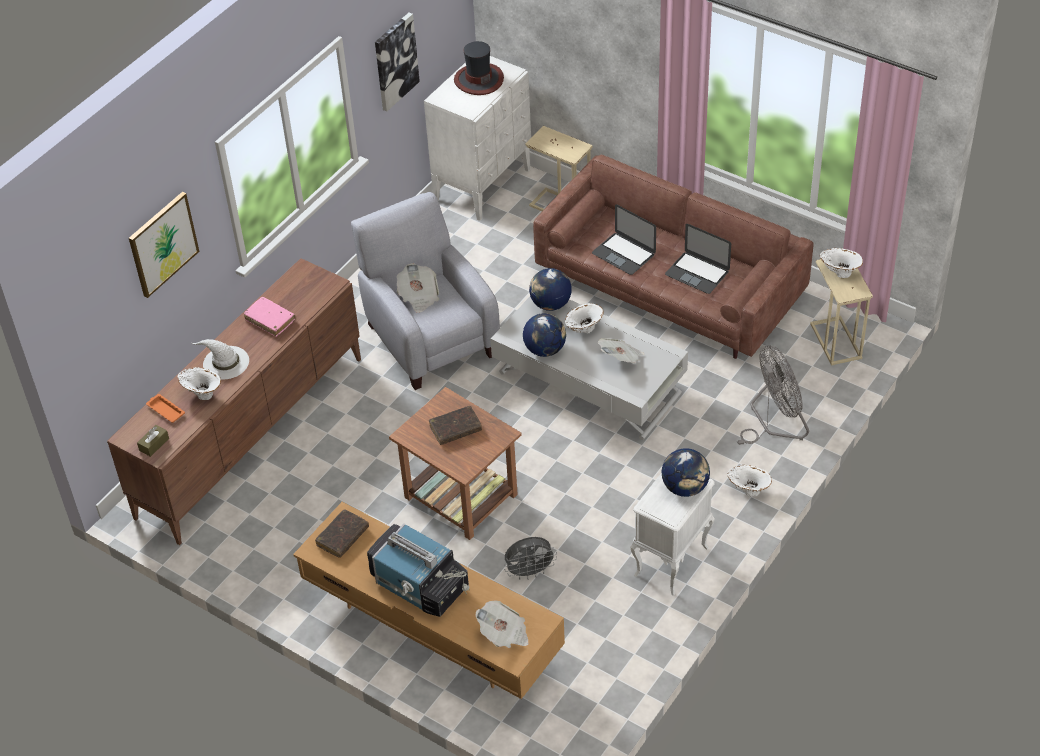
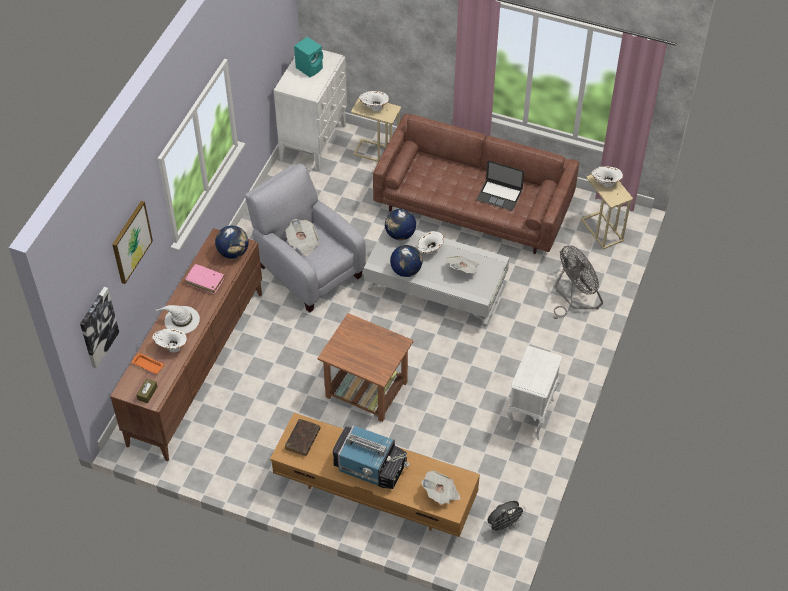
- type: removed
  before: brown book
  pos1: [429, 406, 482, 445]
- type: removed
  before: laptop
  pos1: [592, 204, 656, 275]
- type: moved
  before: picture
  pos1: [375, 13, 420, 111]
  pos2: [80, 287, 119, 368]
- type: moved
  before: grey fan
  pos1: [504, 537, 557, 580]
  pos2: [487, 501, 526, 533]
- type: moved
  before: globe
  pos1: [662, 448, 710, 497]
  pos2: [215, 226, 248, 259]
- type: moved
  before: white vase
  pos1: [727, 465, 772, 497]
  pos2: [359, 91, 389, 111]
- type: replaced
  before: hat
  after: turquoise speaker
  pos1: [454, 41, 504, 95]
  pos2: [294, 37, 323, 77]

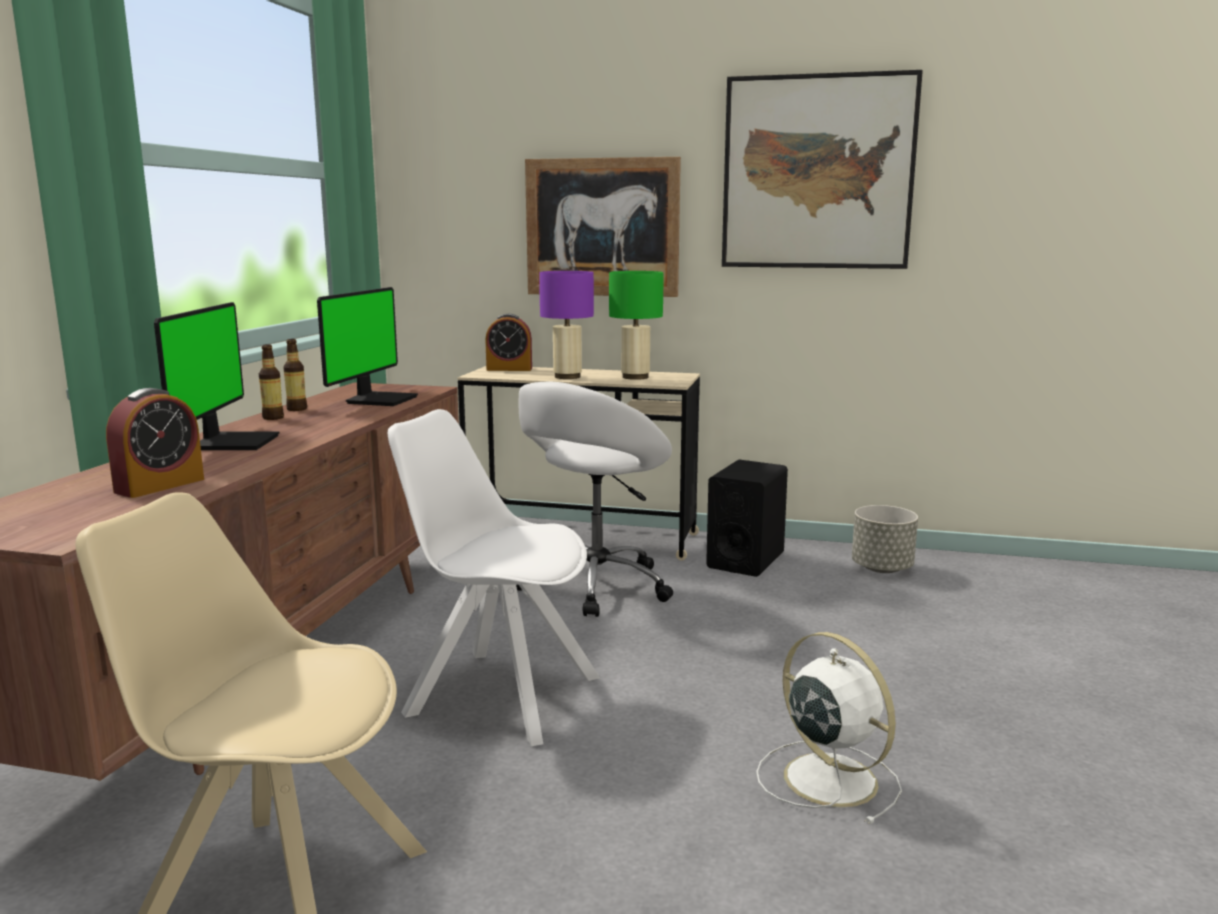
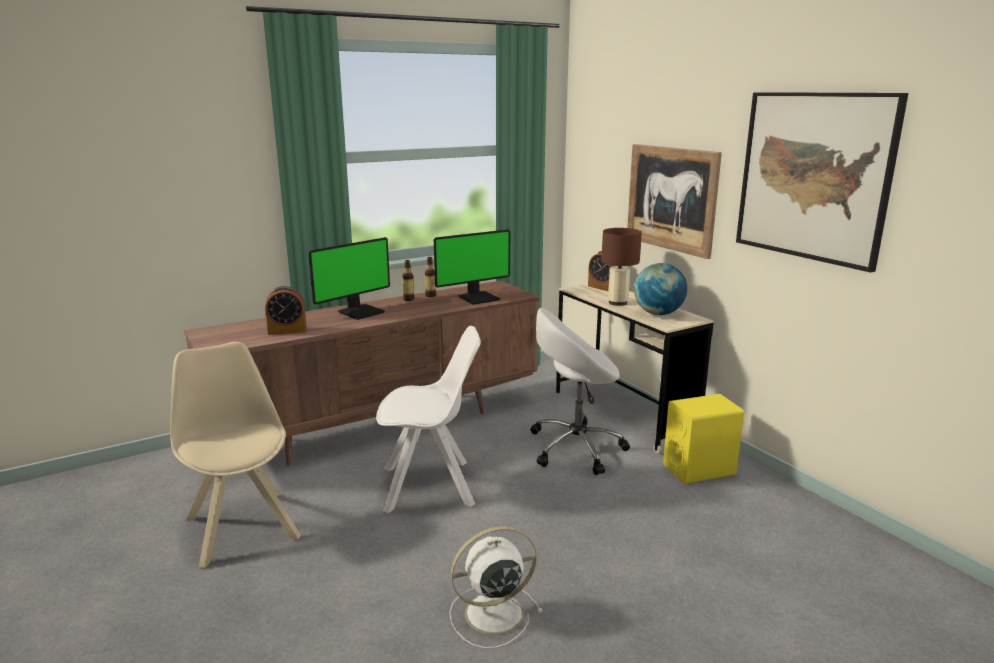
- type: removed
  before: grey planter
  pos1: [852, 505, 918, 573]
- type: replaced
  before: green table lamp
  after: globe
  pos1: [609, 271, 663, 380]
  pos2: [634, 263, 687, 315]
- type: recoloured
  before: purple table lamp
  after: brown table lamp
  pos1: [539, 271, 594, 379]
  pos2: [602, 228, 642, 306]
- type: recoloured
  before: black speaker
  after: yellow speaker
  pos1: [706, 460, 788, 577]
  pos2: [663, 394, 744, 484]
- type: turned
  before: white chair
  pos1: [388, 409, 600, 746]
  pos2: [376, 326, 481, 513]
  turn: 105
- type: turned
  before: white fan
  pos1: [756, 632, 902, 824]
  pos2: [449, 526, 543, 649]
  turn: -120

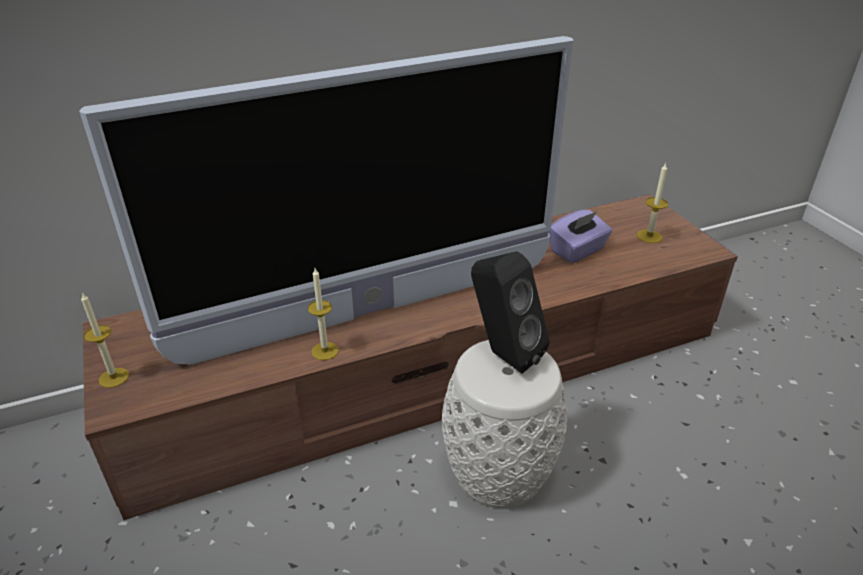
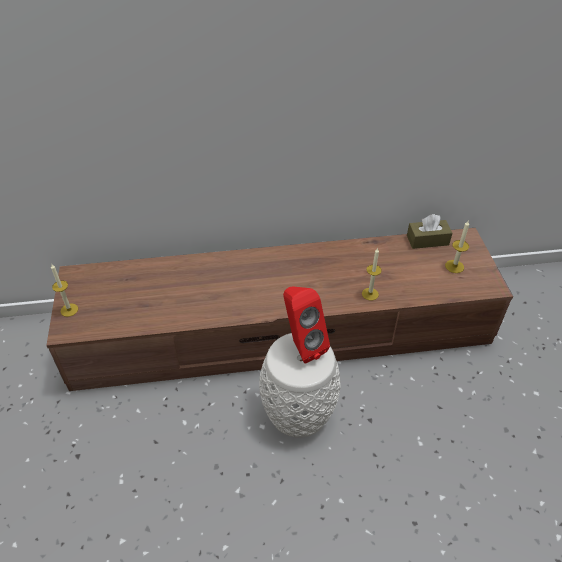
- type: removed
  before: television
  pos1: [79, 36, 573, 365]
- type: removed
  before: purple tissue box
  pos1: [549, 209, 612, 263]
- type: added
  after: brown tissue box
  pos2: [407, 214, 452, 249]
- type: moved
  before: candle
  pos1: [308, 268, 339, 360]
  pos2: [362, 248, 382, 300]
- type: recoloured
  before: black speaker
  after: red speaker
  pos1: [471, 251, 549, 374]
  pos2: [283, 286, 330, 364]

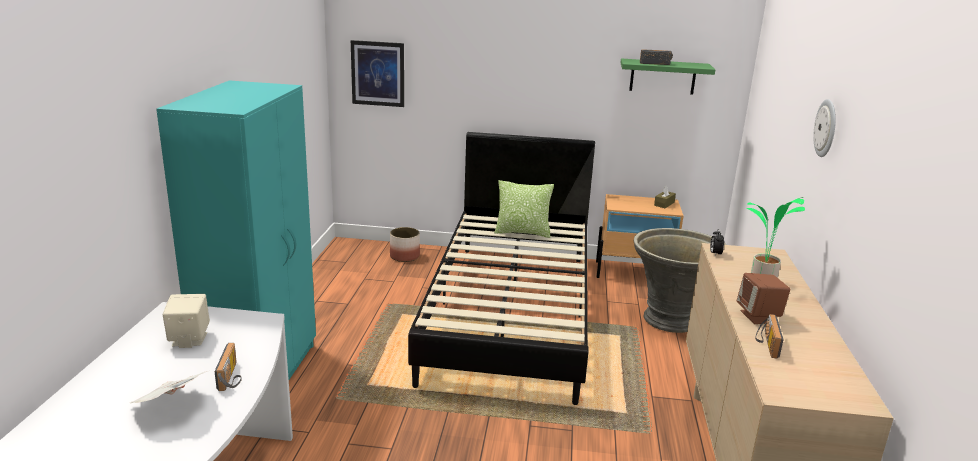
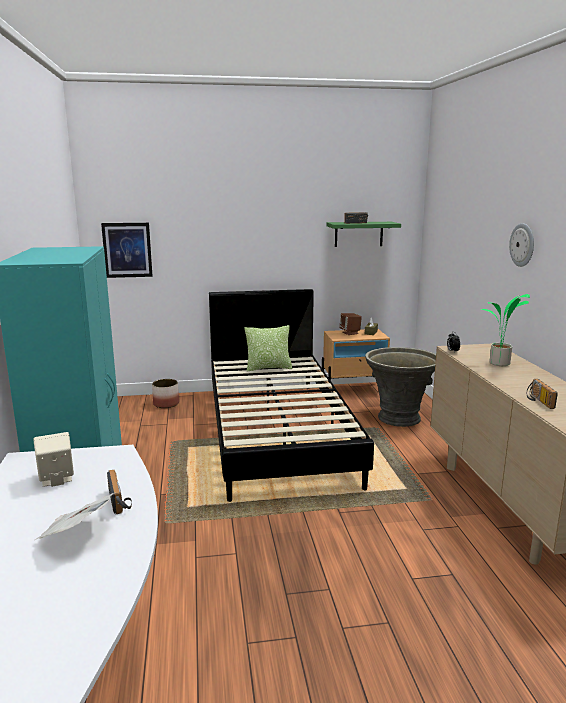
- type: moved
  before: brown speaker
  pos1: [736, 273, 790, 324]
  pos2: [339, 313, 362, 335]

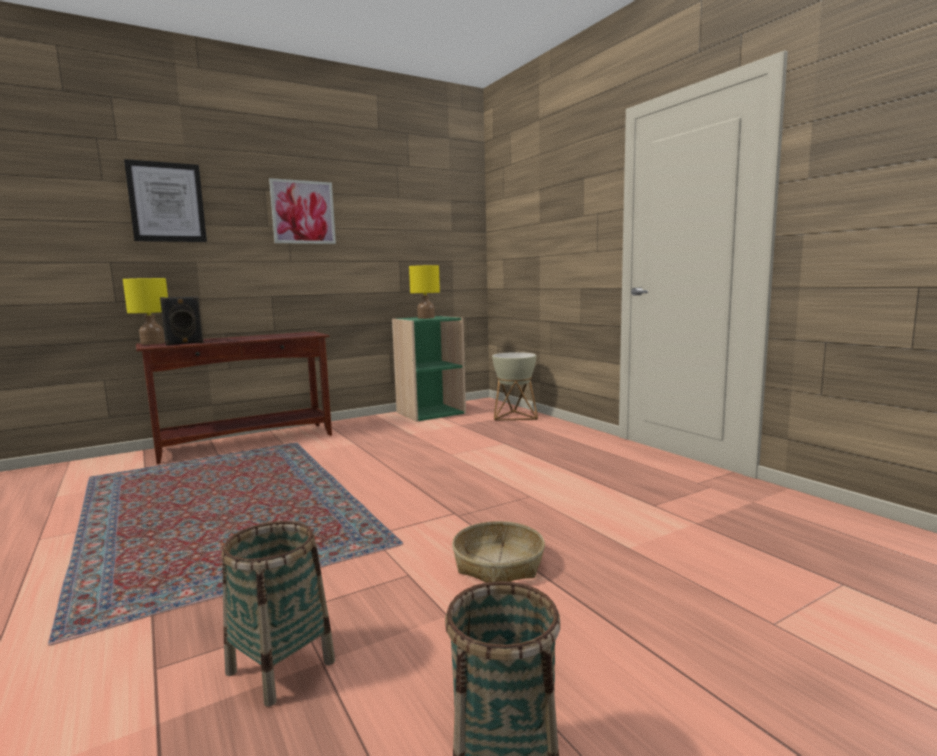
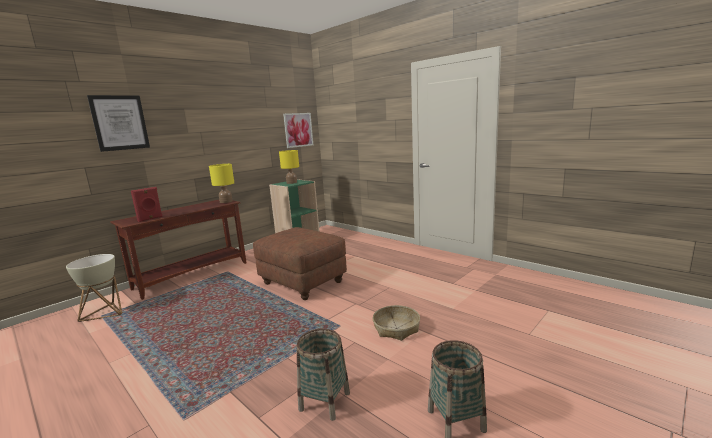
- type: added
  after: brown ottoman
  pos2: [253, 227, 347, 300]
- type: moved
  before: yellow table lamp
  pos1: [123, 278, 168, 345]
  pos2: [209, 164, 234, 203]
- type: moved
  before: picture
  pos1: [269, 178, 336, 244]
  pos2: [283, 113, 313, 148]
- type: moved
  before: planter
  pos1: [492, 352, 538, 420]
  pos2: [66, 254, 122, 322]
- type: recoloured
  before: black speaker
  after: red speaker
  pos1: [160, 296, 204, 346]
  pos2: [131, 187, 163, 222]

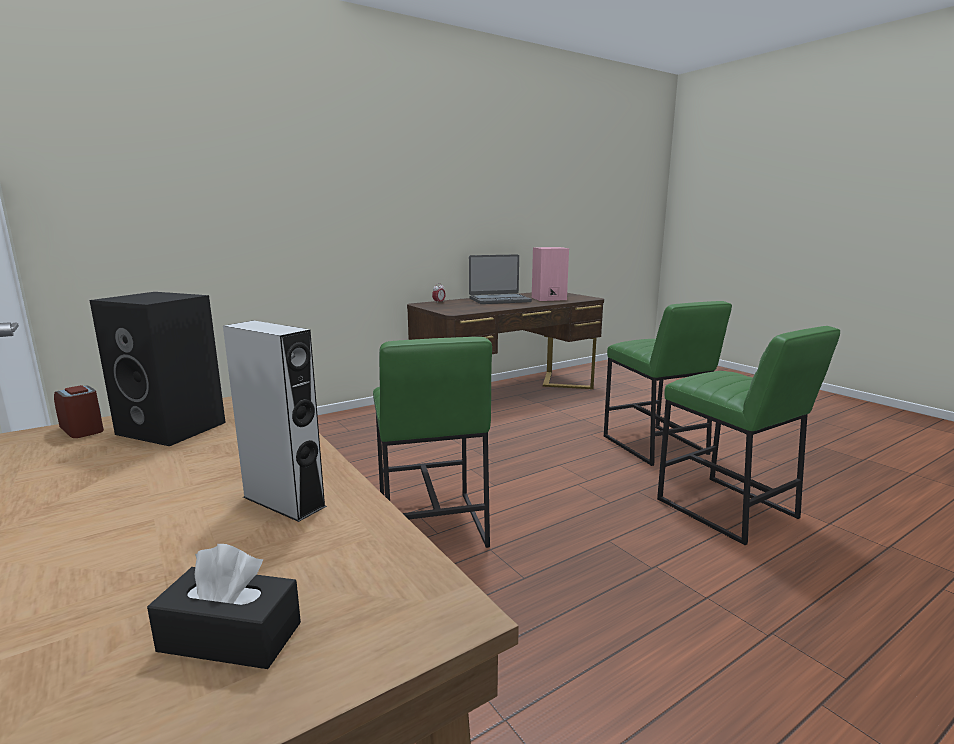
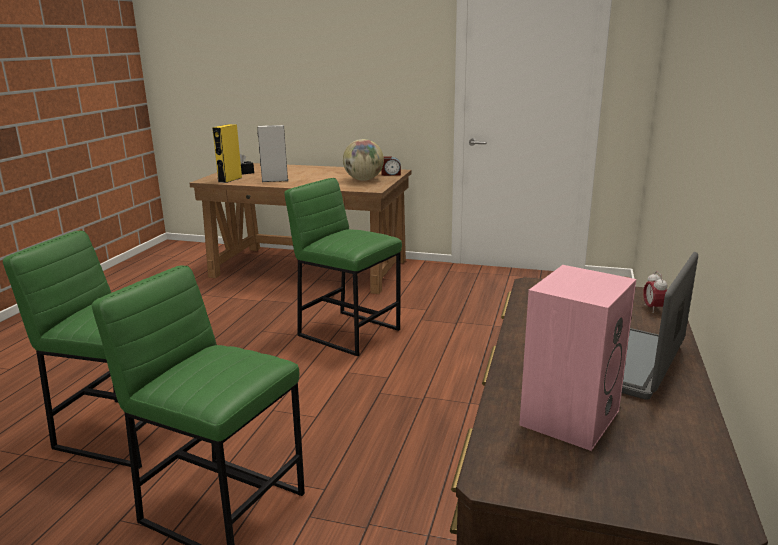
- type: added
  after: yellow speaker
  pos2: [212, 124, 242, 183]
- type: replaced
  before: black speaker
  after: globe
  pos1: [90, 292, 226, 446]
  pos2: [343, 139, 384, 181]

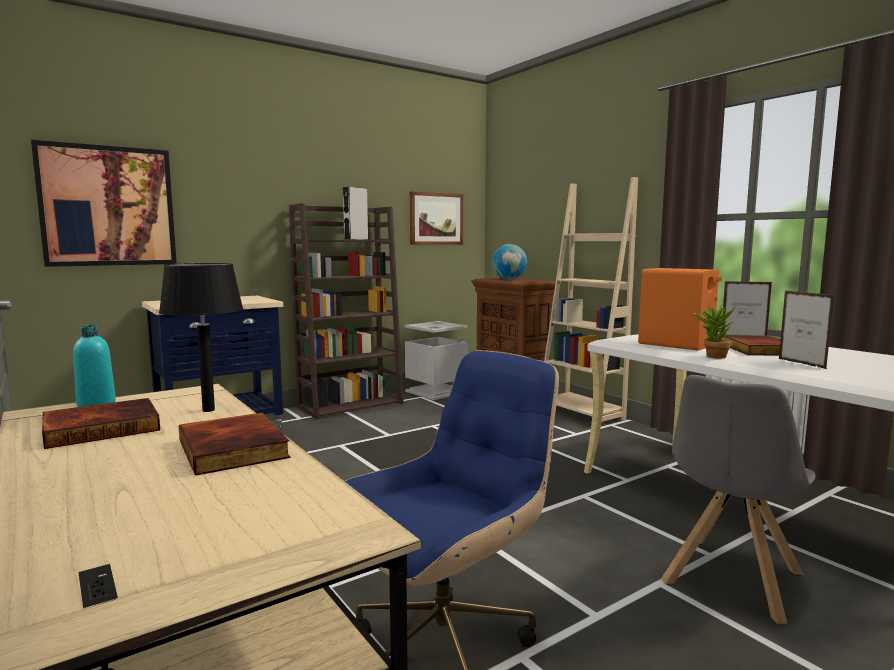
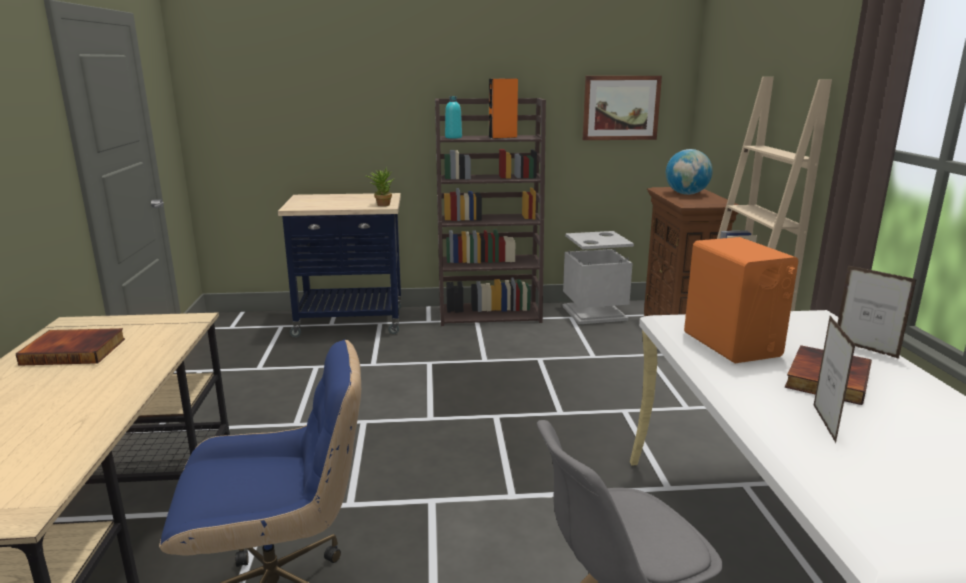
- type: removed
  before: picture
  pos1: [31, 140, 177, 267]
- type: removed
  before: black table lamp
  pos1: [159, 263, 243, 412]
- type: removed
  before: book
  pos1: [179, 413, 291, 476]
- type: moved
  before: turquoise bottle
  pos1: [73, 325, 116, 407]
  pos2: [445, 96, 462, 139]
- type: moved
  before: potted plant
  pos1: [693, 303, 736, 359]
  pos2: [366, 167, 395, 206]
- type: recoloured
  before: grey speaker
  after: orange speaker
  pos1: [343, 187, 368, 240]
  pos2: [489, 78, 518, 139]

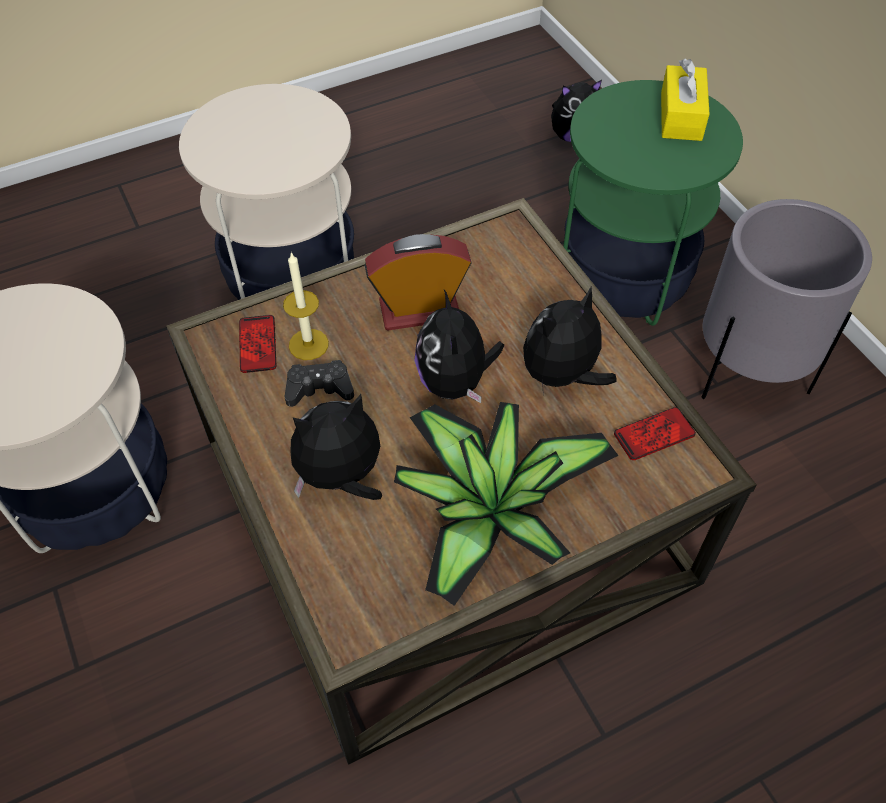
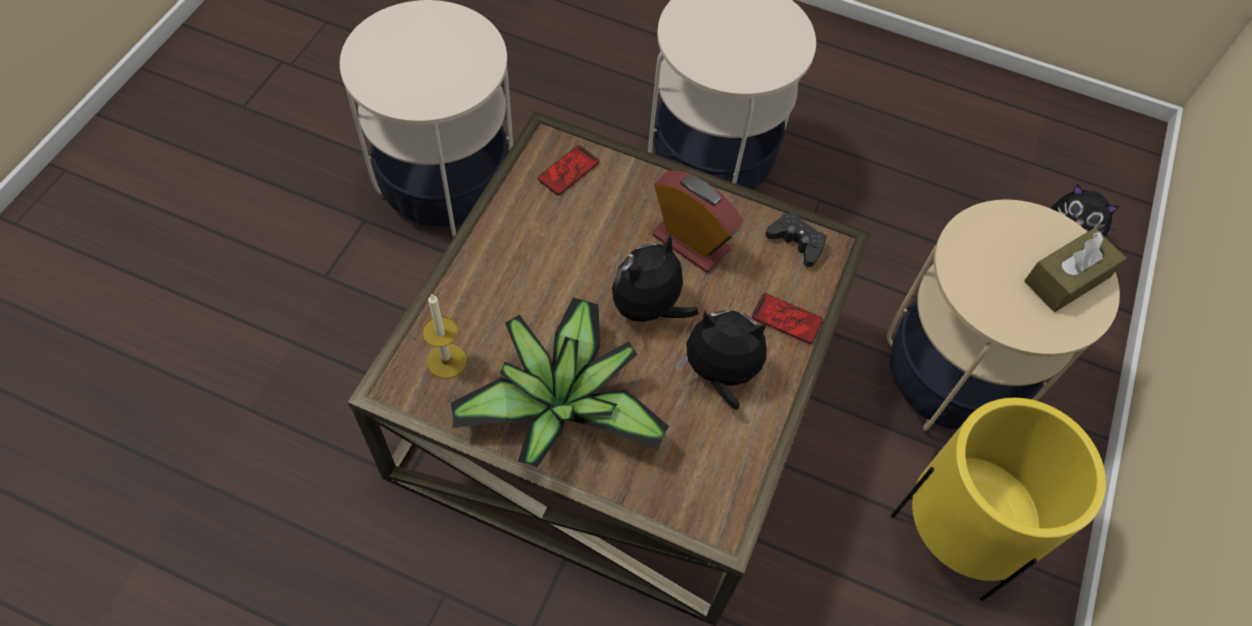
- type: removed
  before: plush toy
  pos1: [290, 394, 382, 500]
- type: moved
  before: candle
  pos1: [283, 252, 329, 360]
  pos2: [422, 294, 467, 379]
- type: moved
  before: black game controller
  pos1: [284, 360, 354, 407]
  pos2: [765, 212, 827, 267]
- type: moved
  before: phone
  pos1: [614, 407, 696, 460]
  pos2: [752, 293, 823, 344]
- type: recoloured
  before: green side table
  after: beige side table
  pos1: [563, 80, 743, 326]
  pos2: [887, 200, 1120, 431]
- type: recoloured
  before: yellow tissue box
  after: brown tissue box
  pos1: [661, 59, 710, 141]
  pos2: [1024, 228, 1127, 312]
- type: recoloured
  before: grey planter
  after: yellow planter
  pos1: [702, 199, 872, 399]
  pos2: [891, 398, 1106, 601]

